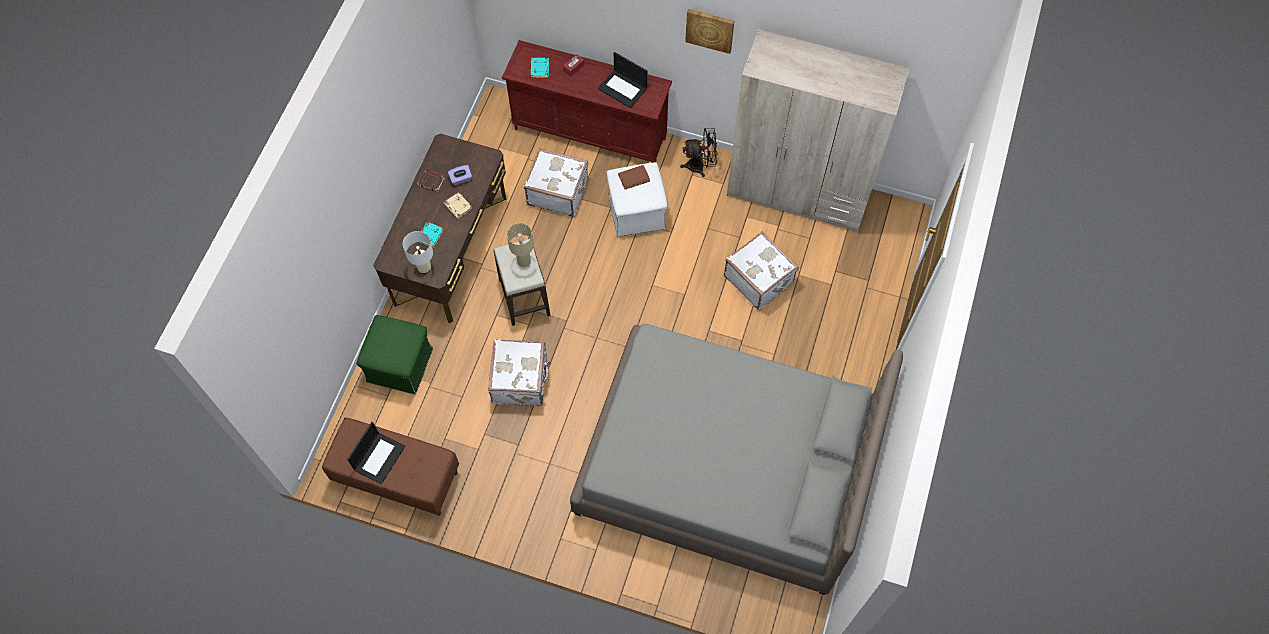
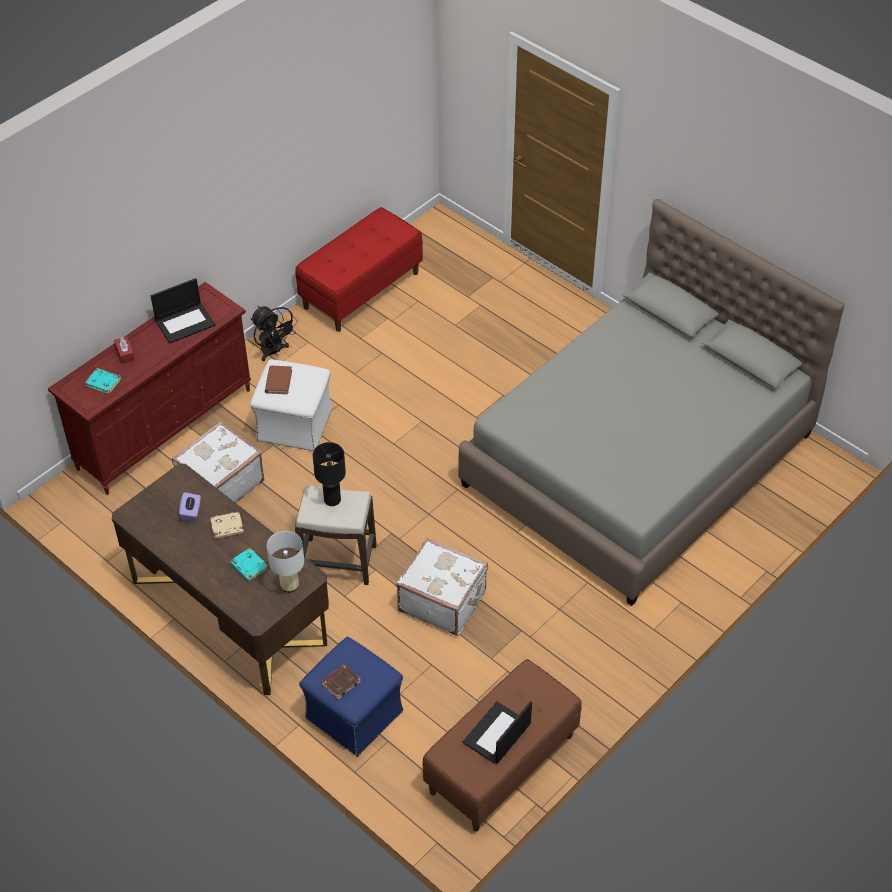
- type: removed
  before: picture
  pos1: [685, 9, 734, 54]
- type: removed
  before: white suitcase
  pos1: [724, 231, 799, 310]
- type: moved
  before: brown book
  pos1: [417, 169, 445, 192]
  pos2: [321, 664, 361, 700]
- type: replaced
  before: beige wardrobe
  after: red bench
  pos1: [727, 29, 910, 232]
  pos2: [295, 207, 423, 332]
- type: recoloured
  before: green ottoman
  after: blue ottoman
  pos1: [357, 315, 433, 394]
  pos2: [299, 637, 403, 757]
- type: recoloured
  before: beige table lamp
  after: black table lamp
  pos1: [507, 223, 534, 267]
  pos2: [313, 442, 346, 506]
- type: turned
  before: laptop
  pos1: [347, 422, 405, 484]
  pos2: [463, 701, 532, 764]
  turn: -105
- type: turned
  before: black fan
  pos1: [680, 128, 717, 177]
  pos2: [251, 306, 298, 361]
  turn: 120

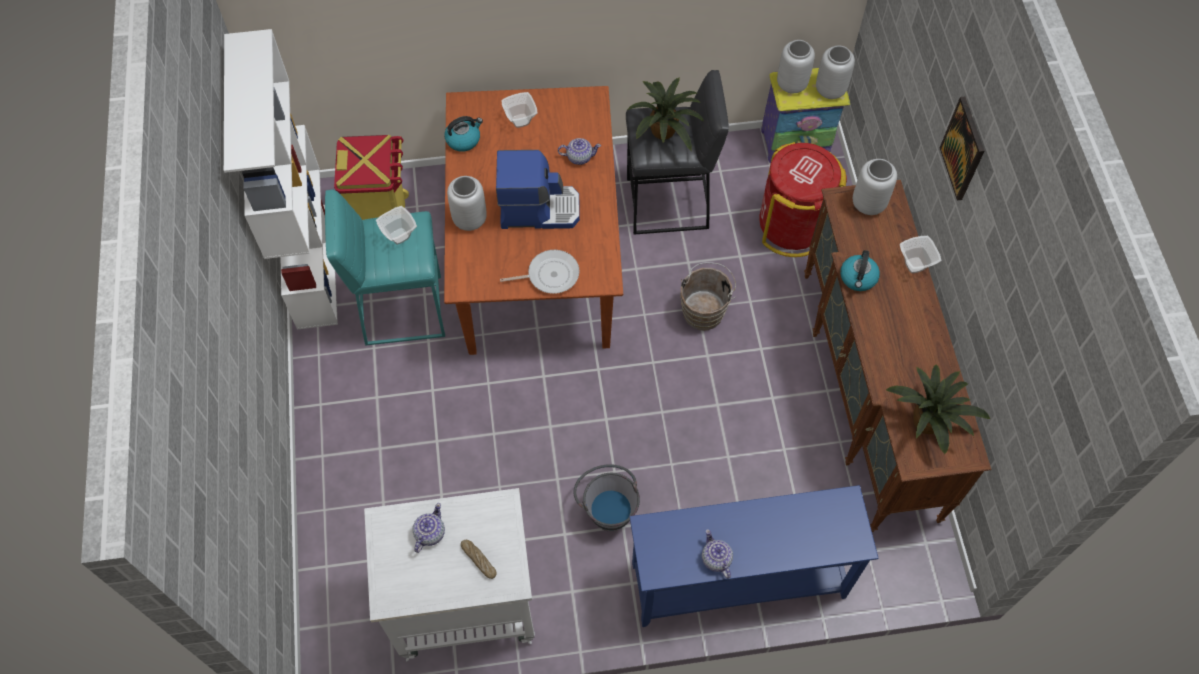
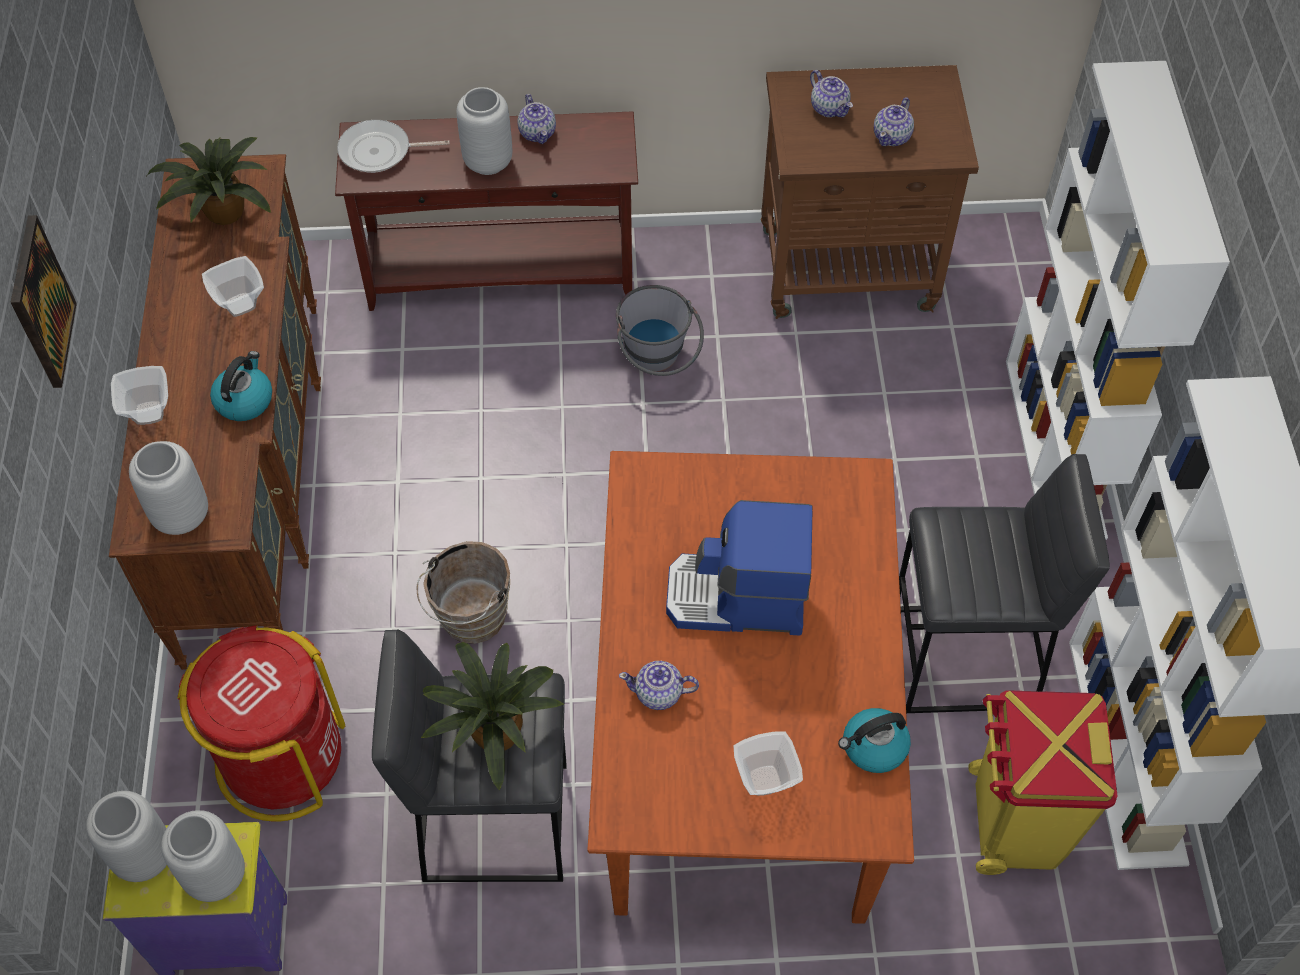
- type: added
  after: white bookcase
  pos2: [1006, 61, 1230, 540]
- type: moved
  before: bowl
  pos1: [376, 206, 417, 245]
  pos2: [202, 256, 264, 317]
- type: moved
  before: grey vase
  pos1: [447, 176, 487, 231]
  pos2: [457, 87, 512, 175]
- type: moved
  before: frying pan
  pos1: [500, 250, 579, 294]
  pos2: [337, 120, 450, 173]
- type: replaced
  before: bread
  after: teapot
  pos1: [461, 540, 496, 579]
  pos2: [810, 70, 853, 118]
- type: recoloured
  before: turquoise stool
  after: grey stool
  pos1: [325, 189, 445, 345]
  pos2: [899, 454, 1110, 713]
- type: recoloured
  before: white cart
  after: brown cart
  pos1: [364, 488, 535, 662]
  pos2: [761, 65, 979, 319]
- type: recoloured
  before: blue console table
  after: brown console table
  pos1: [630, 485, 878, 627]
  pos2: [335, 111, 638, 311]

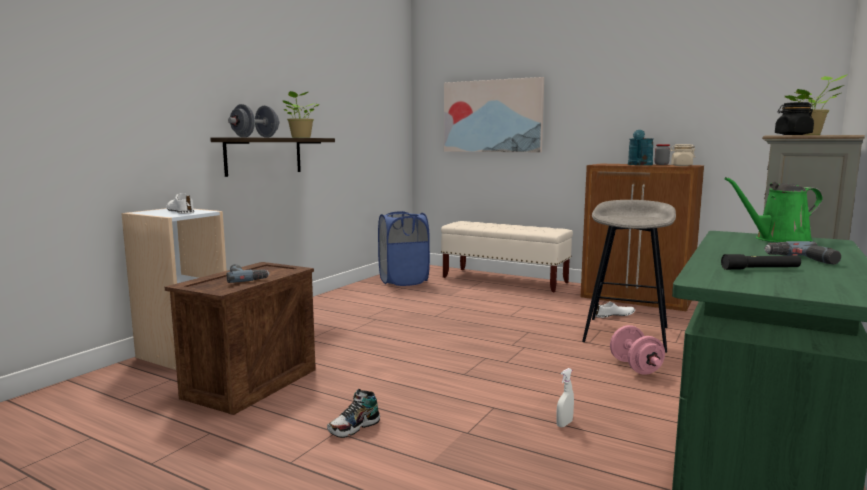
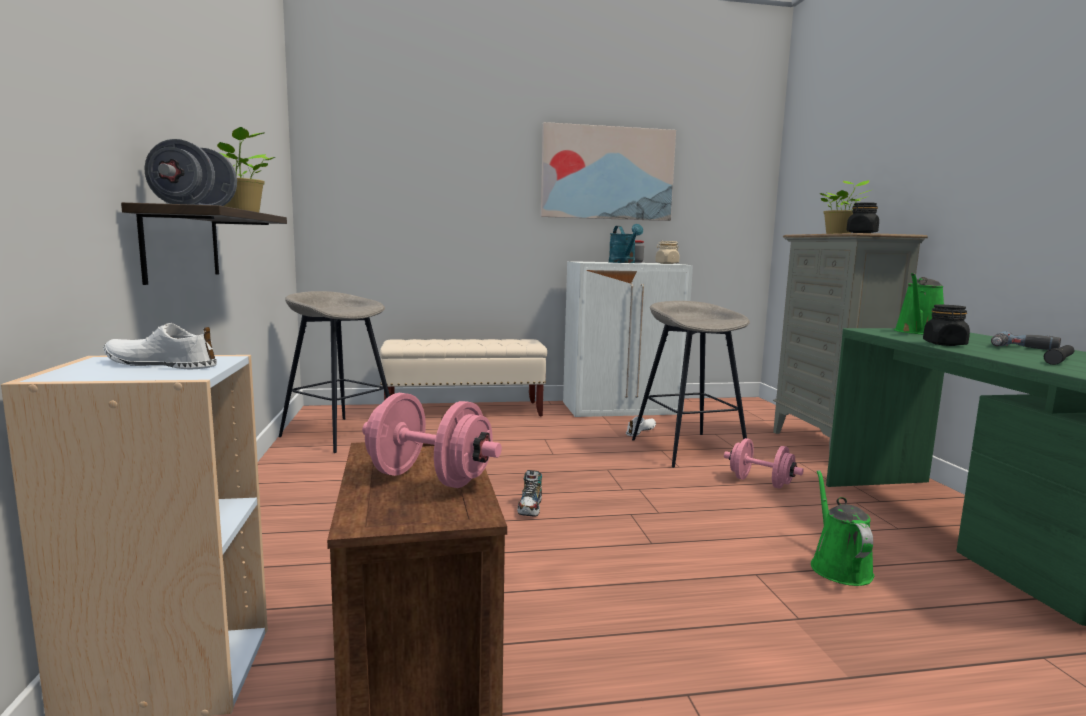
- type: added
  after: black jar
  pos2: [923, 305, 970, 346]
- type: moved
  before: shoe
  pos1: [327, 389, 380, 438]
  pos2: [517, 470, 542, 516]
- type: moved
  before: picture
  pos1: [444, 77, 544, 152]
  pos2: [541, 122, 676, 221]
- type: replaced
  before: power drill
  after: pink dumbbell
  pos1: [227, 264, 270, 283]
  pos2: [362, 393, 502, 488]
- type: replaced
  before: blue laundry basket
  after: grey stool
  pos1: [378, 211, 430, 286]
  pos2: [279, 291, 390, 453]
- type: replaced
  before: white spray bottle
  after: green watering can
  pos1: [556, 368, 574, 428]
  pos2: [811, 470, 874, 586]
- type: recoloured
  before: brown cabinet
  after: white cabinet
  pos1: [581, 164, 704, 312]
  pos2: [563, 261, 693, 417]

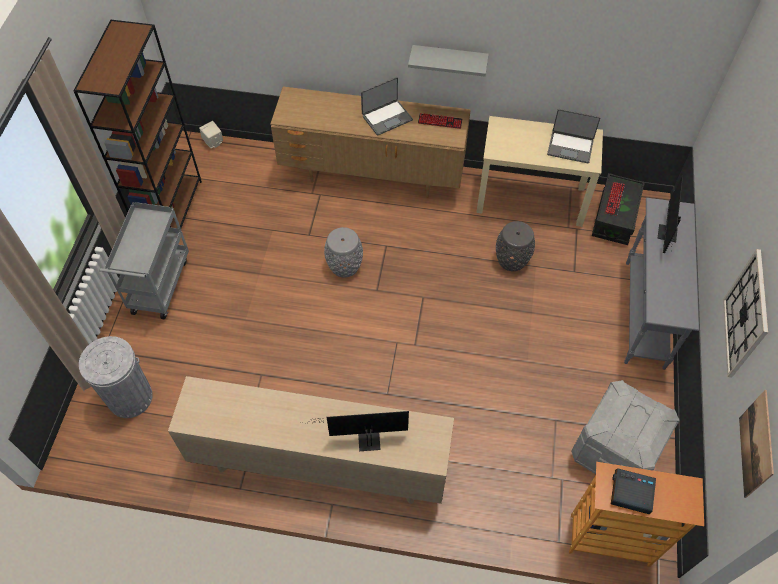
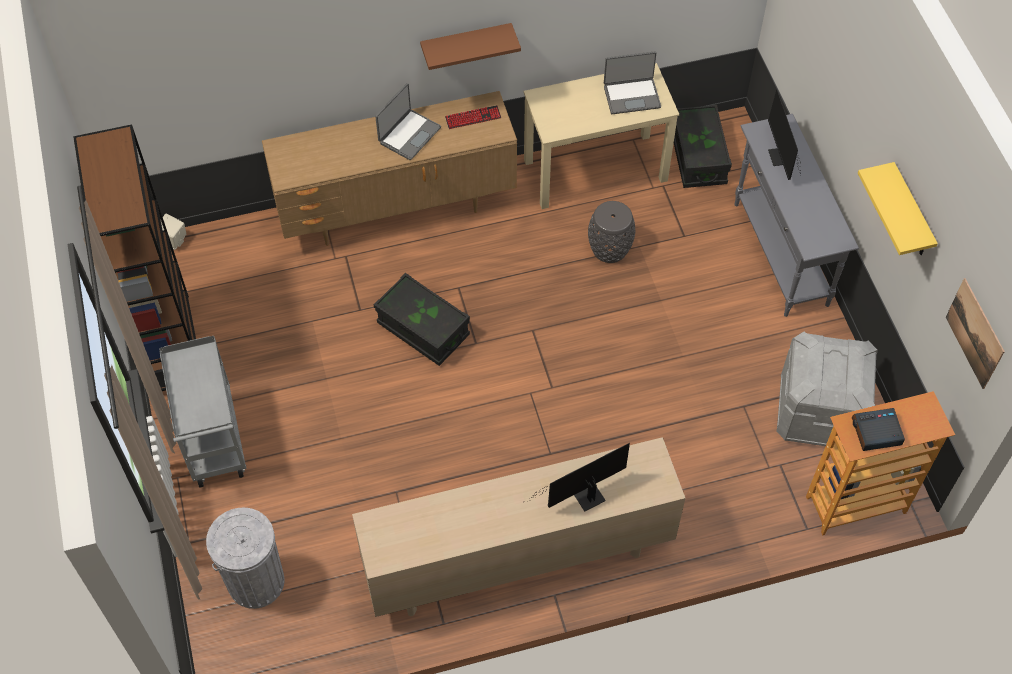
- type: removed
  before: keyboard
  pos1: [605, 182, 625, 216]
- type: replaced
  before: grey stool
  after: black storage box
  pos1: [324, 227, 363, 278]
  pos2: [374, 273, 470, 366]
- type: replaced
  before: wall clock
  after: yellow shelf
  pos1: [723, 249, 768, 378]
  pos2: [858, 162, 938, 255]
- type: recoloured
  before: grey shelf
  after: brown shelf
  pos1: [408, 45, 489, 77]
  pos2: [420, 23, 521, 70]

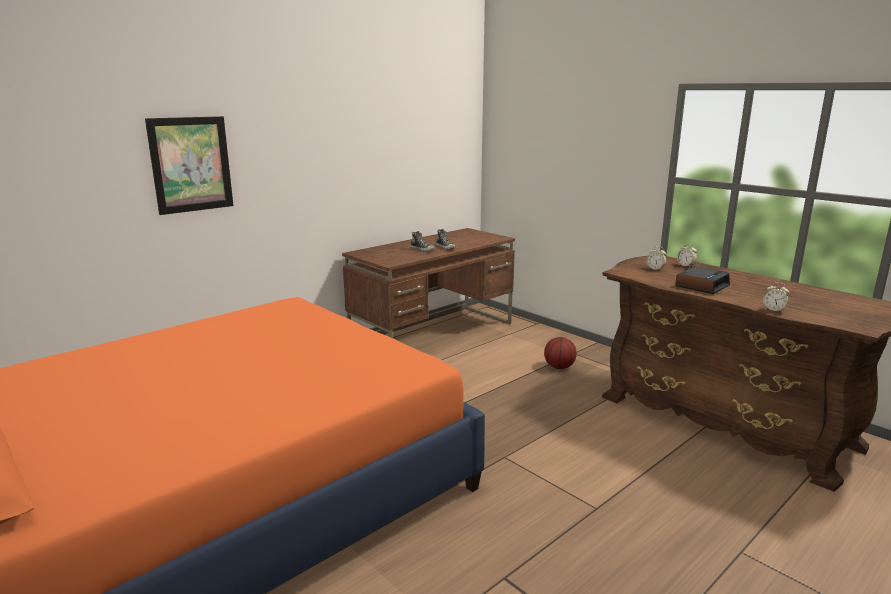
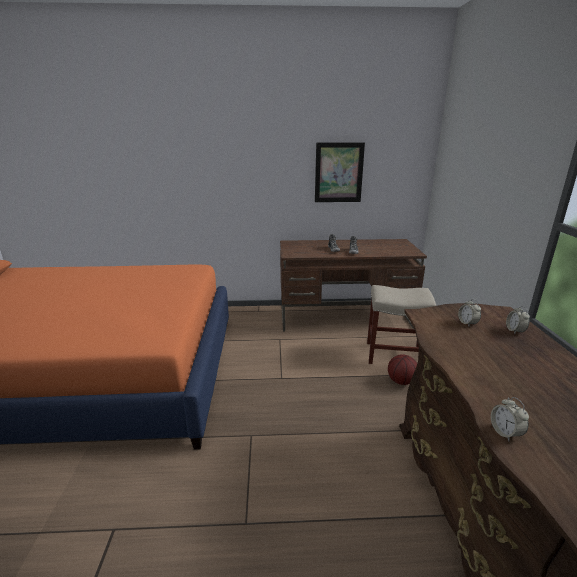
- type: removed
  before: alarm clock
  pos1: [675, 266, 730, 294]
- type: added
  after: beige stool
  pos2: [367, 285, 436, 364]
- type: moved
  before: picture
  pos1: [145, 116, 233, 215]
  pos2: [315, 142, 365, 202]

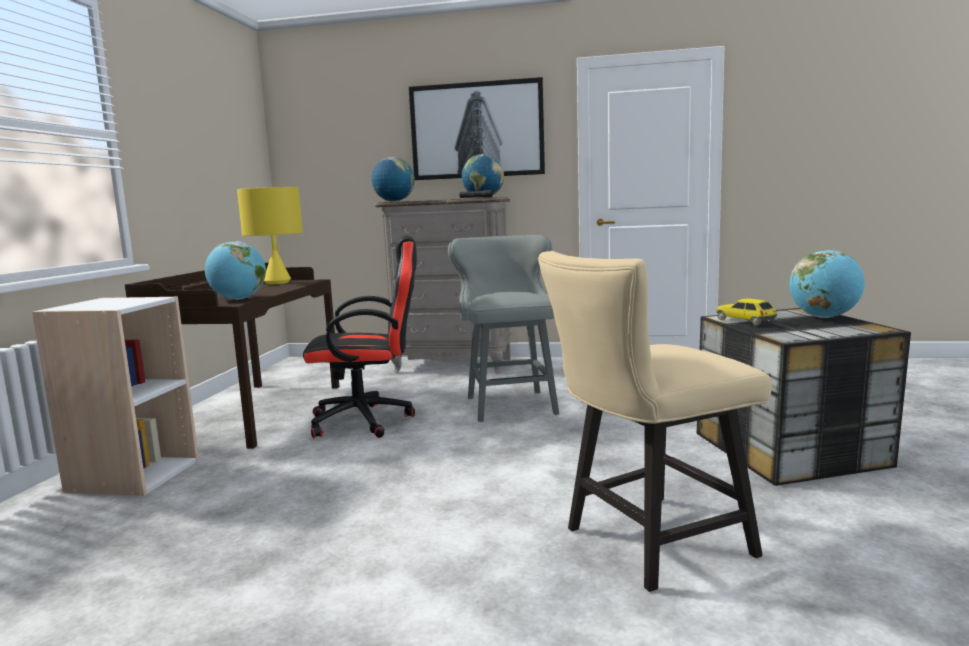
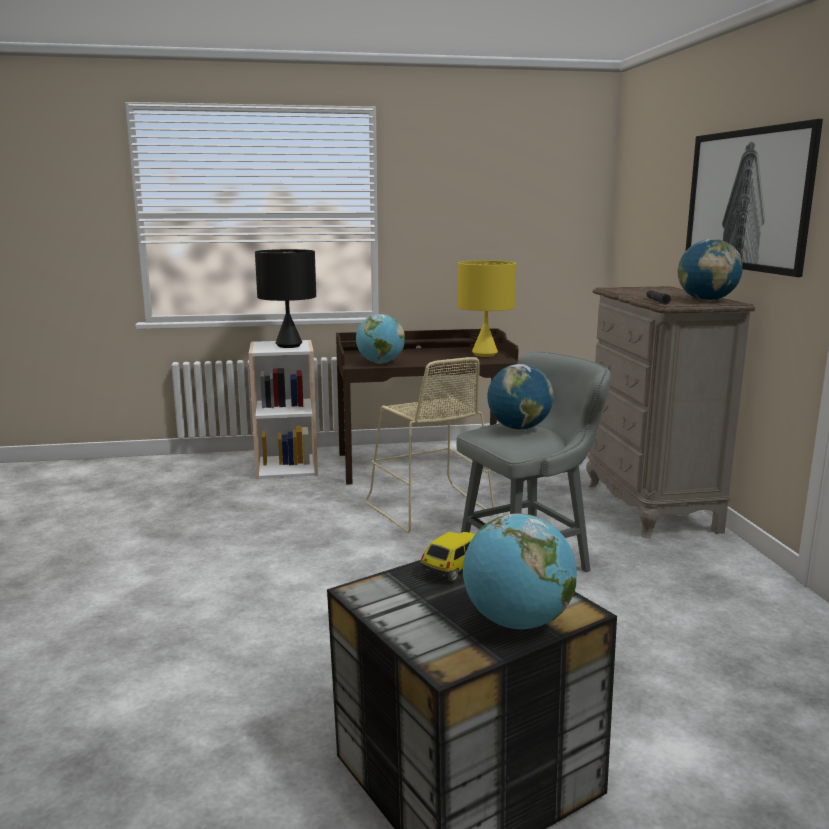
- type: removed
  before: beige chair
  pos1: [538, 251, 772, 592]
- type: added
  after: black table lamp
  pos2: [255, 249, 316, 348]
- type: moved
  before: globe
  pos1: [371, 157, 415, 202]
  pos2: [487, 364, 554, 430]
- type: replaced
  before: black office chair
  after: beige stool
  pos1: [303, 235, 417, 438]
  pos2: [366, 357, 494, 533]

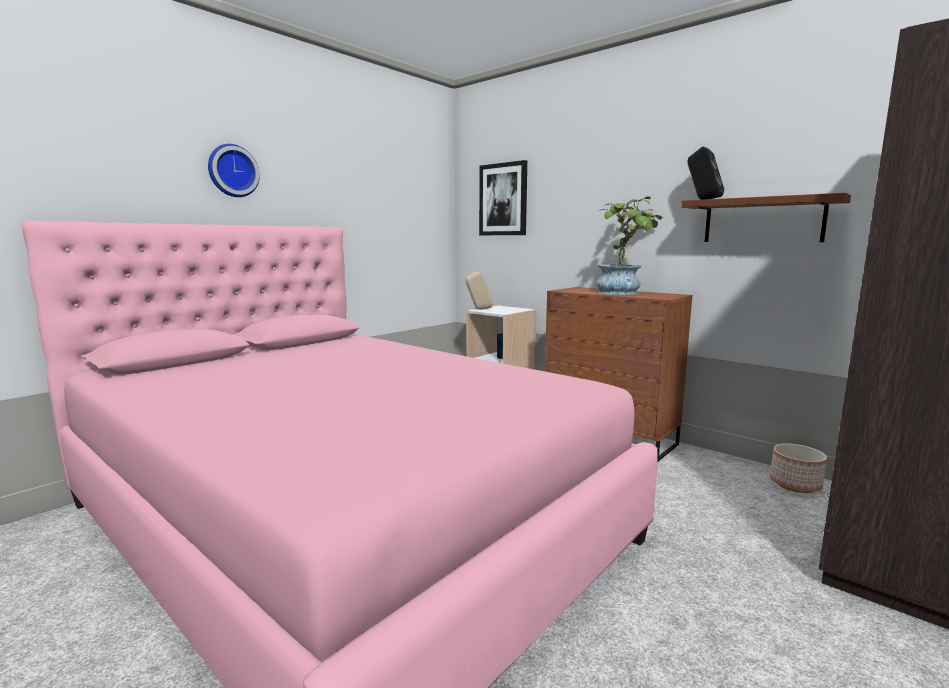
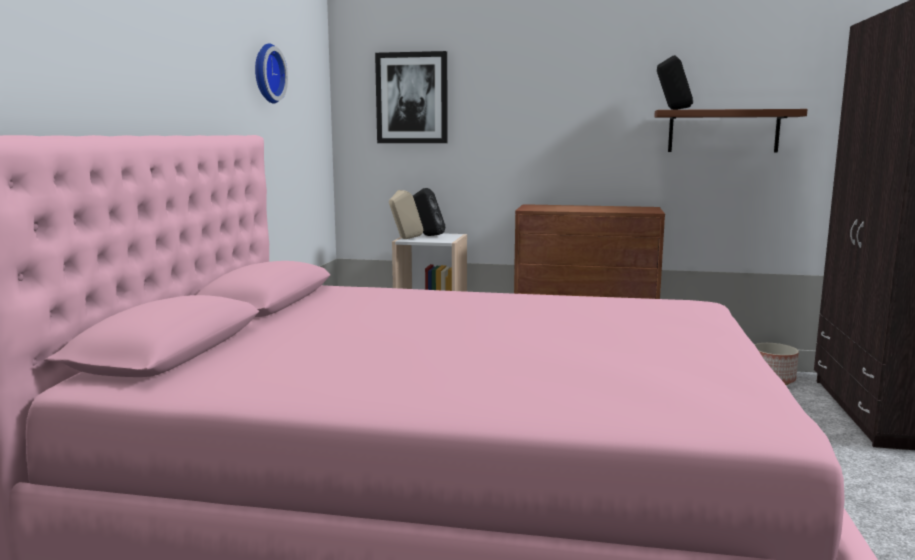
- type: removed
  before: potted plant
  pos1: [597, 196, 662, 295]
- type: added
  after: black speaker
  pos2: [413, 188, 446, 236]
- type: moved
  before: wall clock
  pos1: [208, 144, 260, 197]
  pos2: [255, 43, 288, 104]

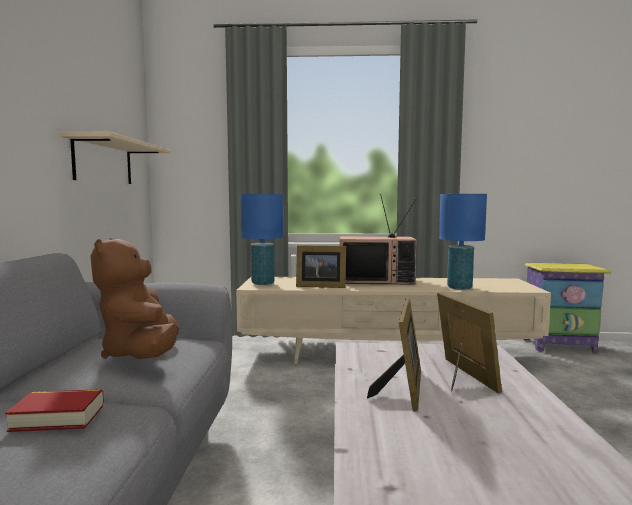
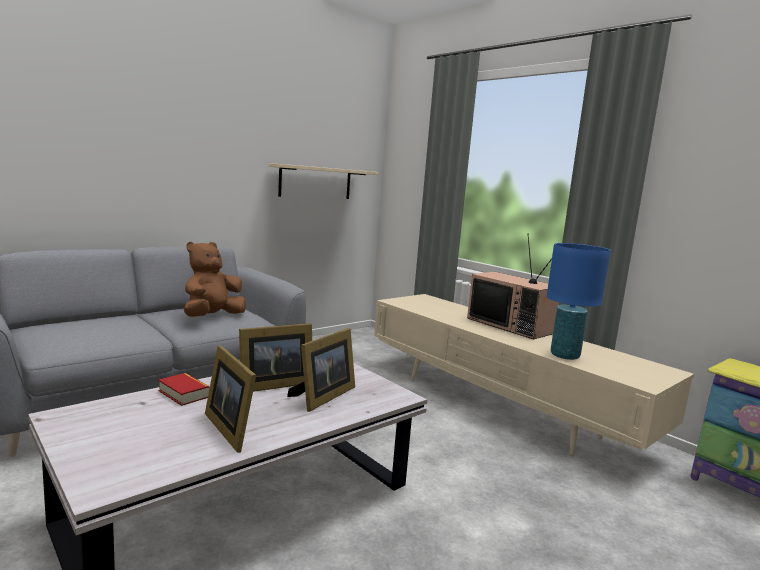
- type: removed
  before: blue table lamp
  pos1: [240, 194, 283, 285]
- type: moved
  before: book
  pos1: [5, 389, 104, 432]
  pos2: [158, 373, 210, 406]
- type: moved
  before: picture frame
  pos1: [296, 245, 346, 288]
  pos2: [205, 346, 256, 453]

